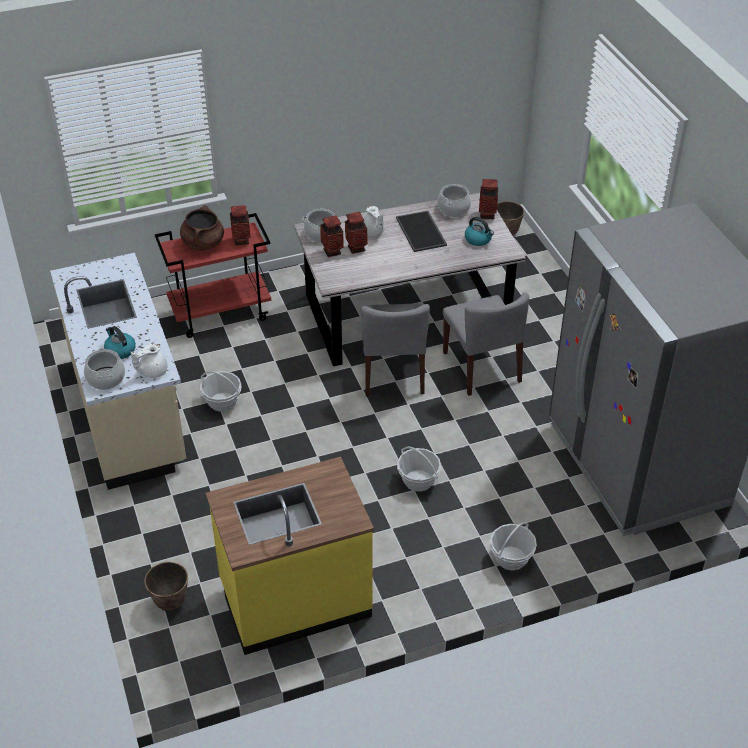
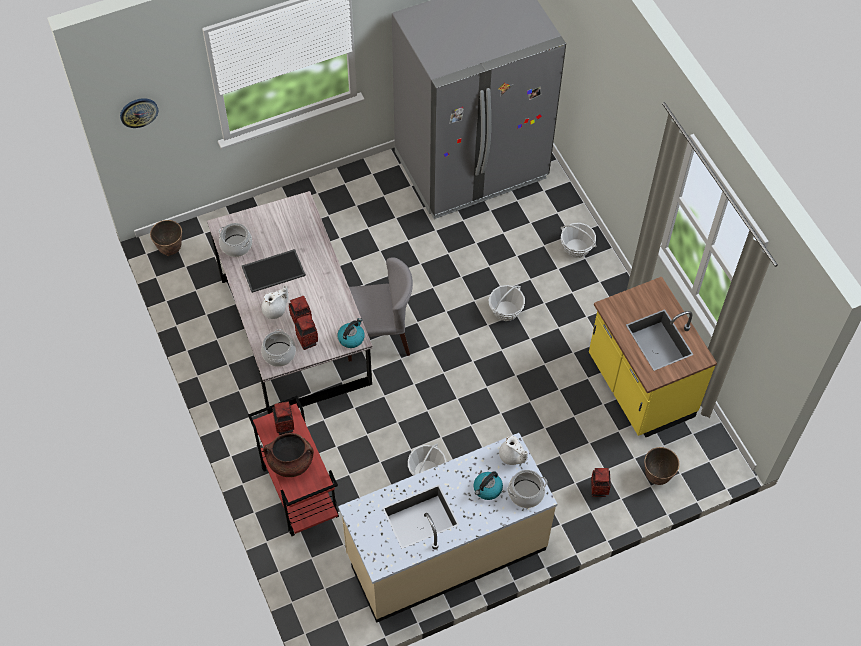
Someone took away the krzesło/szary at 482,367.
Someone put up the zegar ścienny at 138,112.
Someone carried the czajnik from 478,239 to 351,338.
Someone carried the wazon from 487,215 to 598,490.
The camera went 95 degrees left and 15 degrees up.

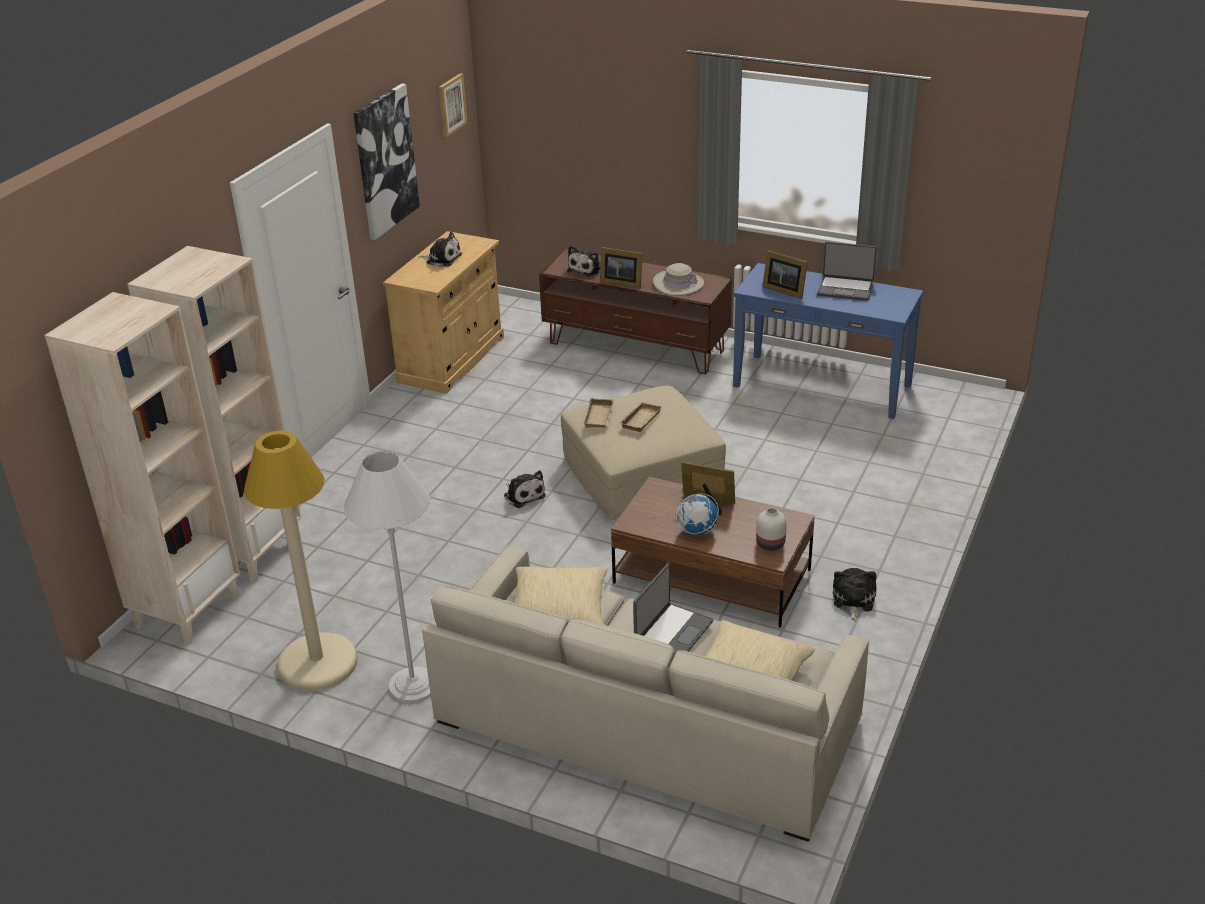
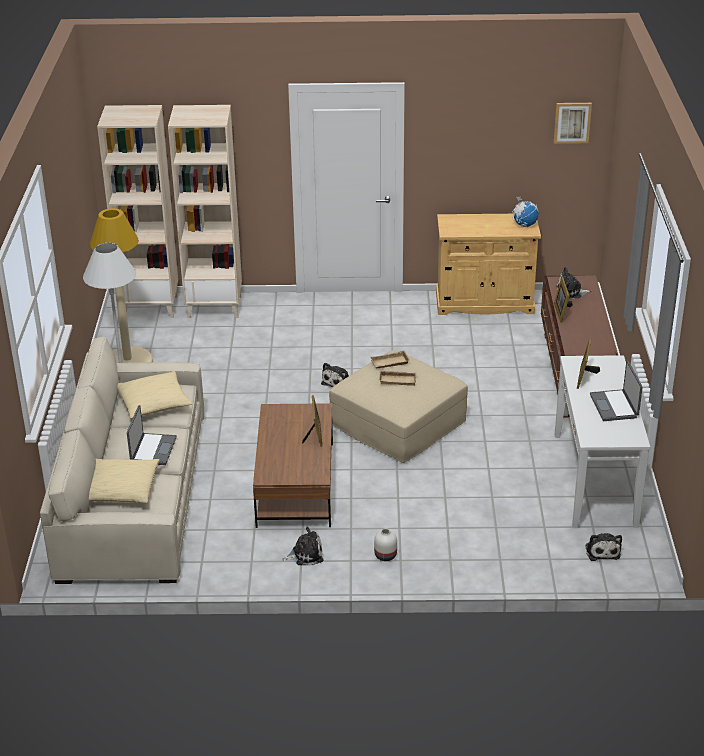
Someone took away the obraz at 385,161.
Someone took away the kapelusz/beżowy at 678,284.
Someone carried the pluszak from 442,259 to 602,550.
Someone carried the globus from 697,531 to 524,225.
Someone carried the wazon/biały from 770,544 to 385,556.
Someone repainted the stolik konsolowy/niebieski at 822,385, which became the stolik konsolowy/biały at 595,479.
Someone rotated the laptop at 672,632 by 90 degrees counterclockwise.
The camera went 65 degrees right and 0 degrees up.

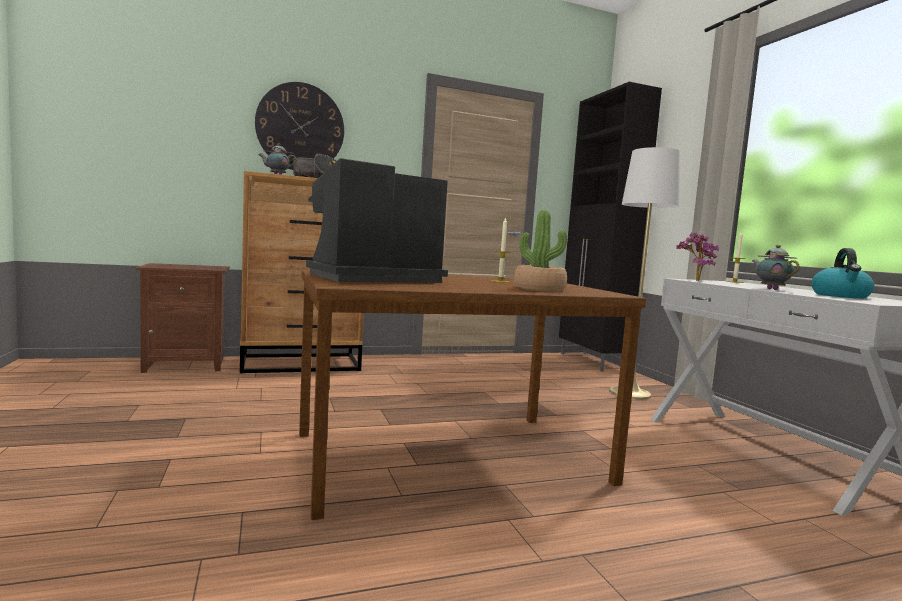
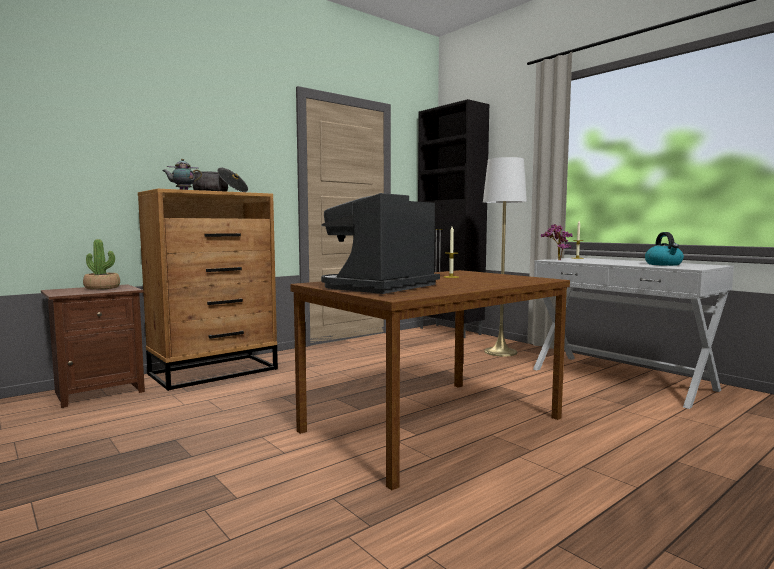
Someone took away the zegar ścienny at 300,127.
Someone took away the imbryk at 771,289.
Someone carried the roślina doniczkowa from 539,289 to 102,288.
The camera went 20 degrees left and 0 degrees up.

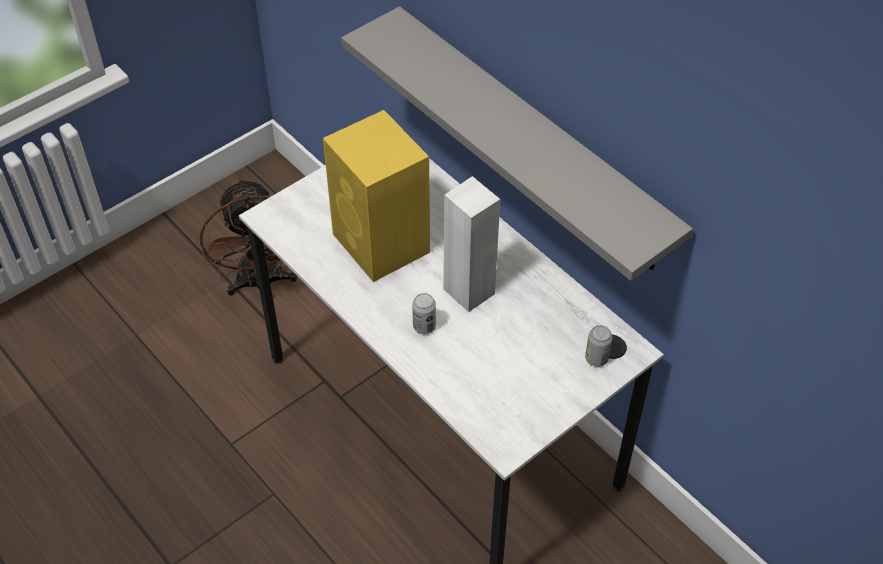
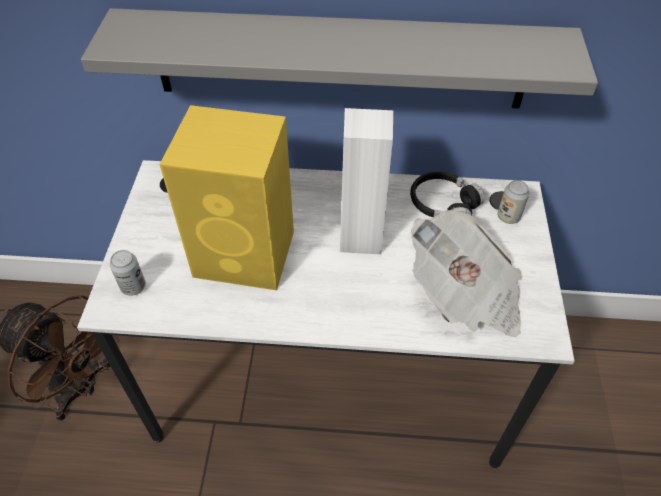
Someone put down the słuchawki/czarny at 443,204.
Someone put down the gazeta at 465,295.
Someone carried the puszka from 424,326 to 133,287.
The camera went 45 degrees left and 0 degrees up.

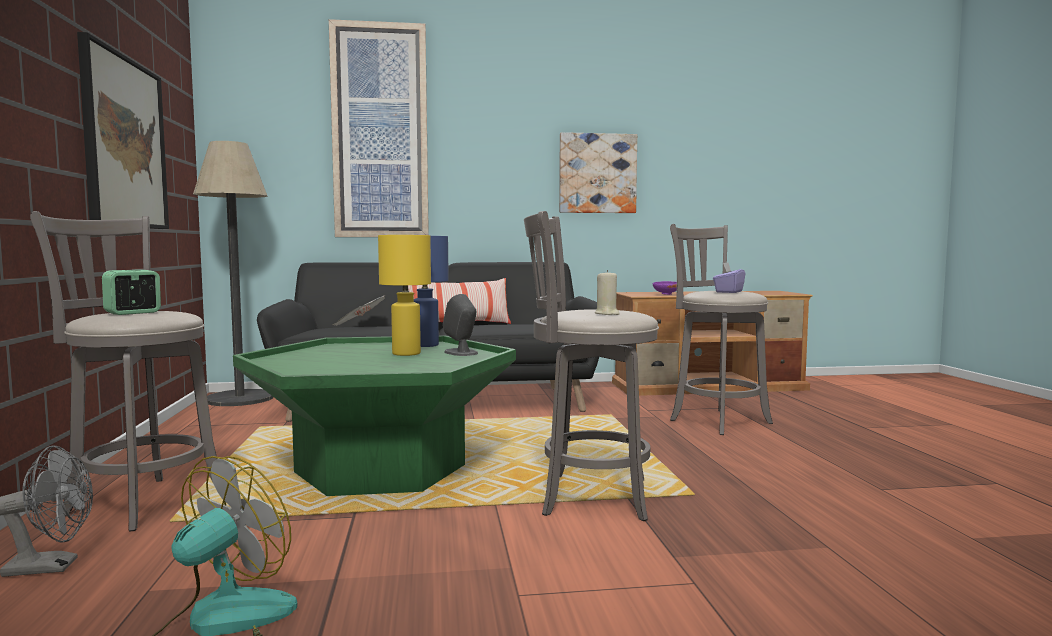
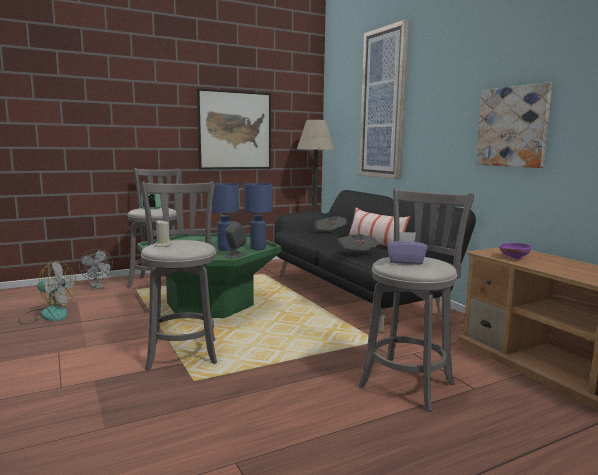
Someone put down the gazeta at 358,254.
Someone repainted the lampa stołowa/żółty at 406,353, which became the lampa stołowa/niebieski at 225,249.
The camera went 70 degrees right and 5 degrees up.

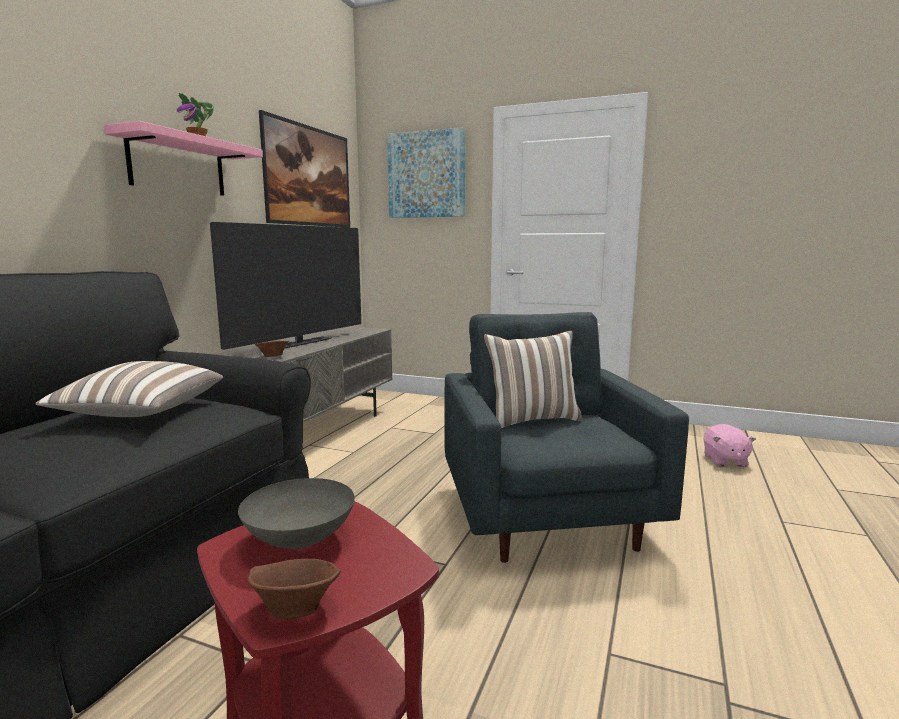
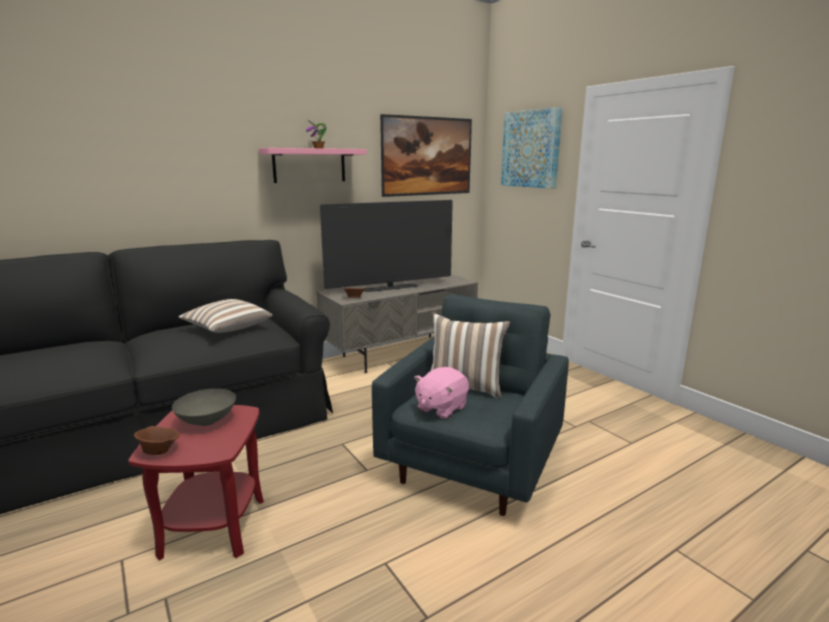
Someone carried the pluszak/różowy from 724,461 to 441,408.
The camera went 35 degrees right and 5 degrees up.

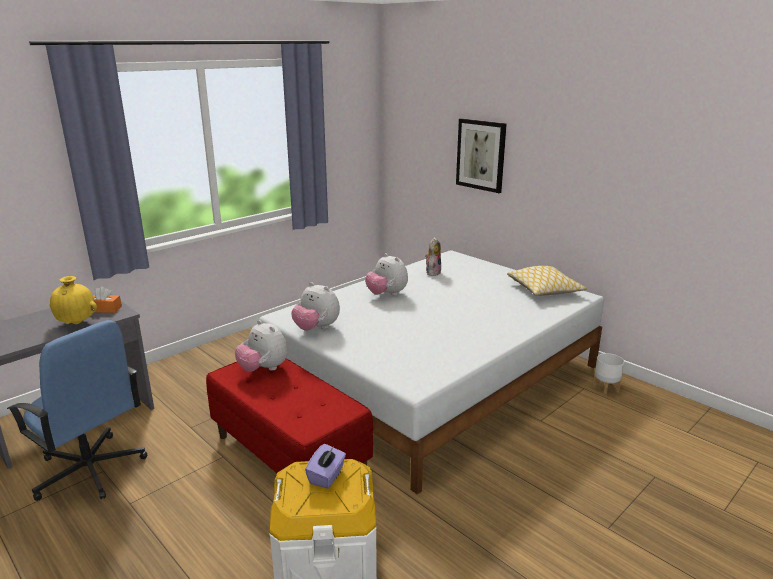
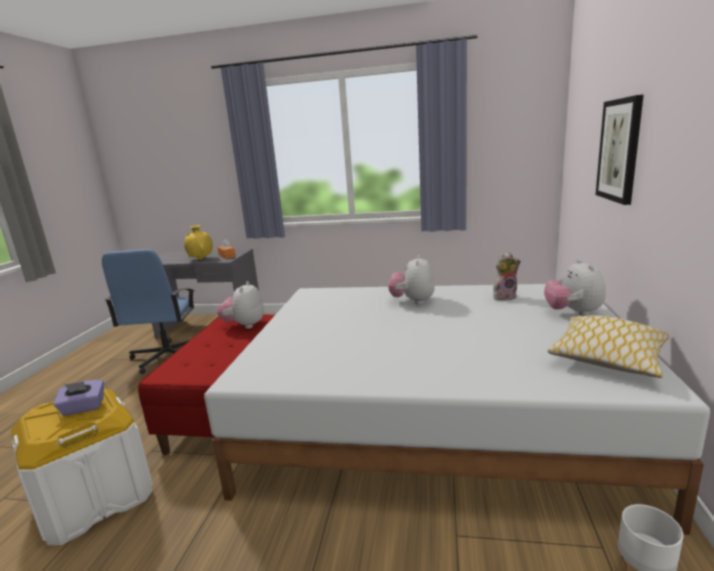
Someone carried the pluszak from 316,328 to 573,313.
The camera went 55 degrees right and 5 degrees down.

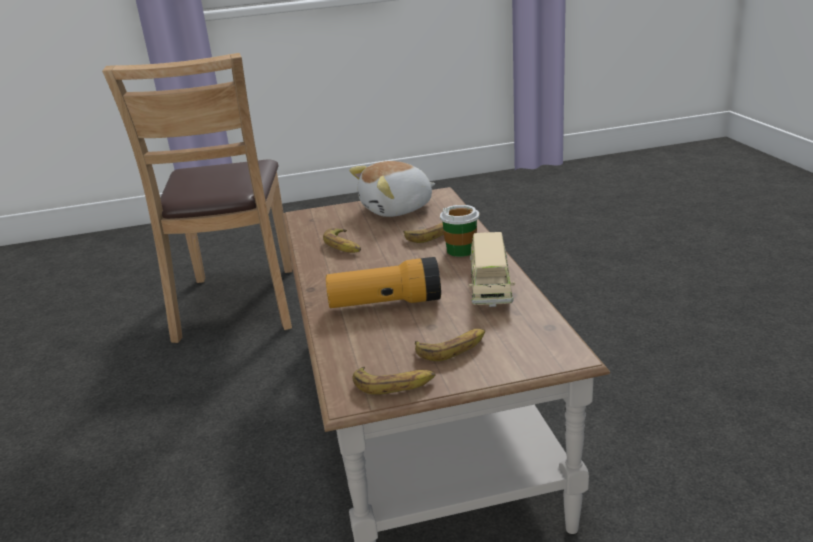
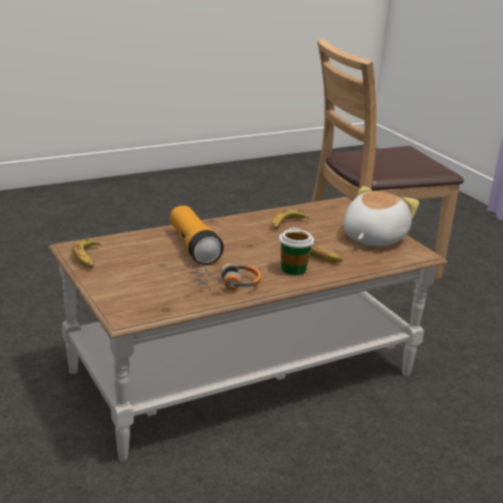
Someone took away the banan at 452,348.
Someone swapped the samochodzik/beżowy at 490,288 for the słuchawki at 225,284.
Someone rotated the pluszak at 397,209 by 75 degrees clockwise.
The camera went 70 degrees right and 0 degrees up.

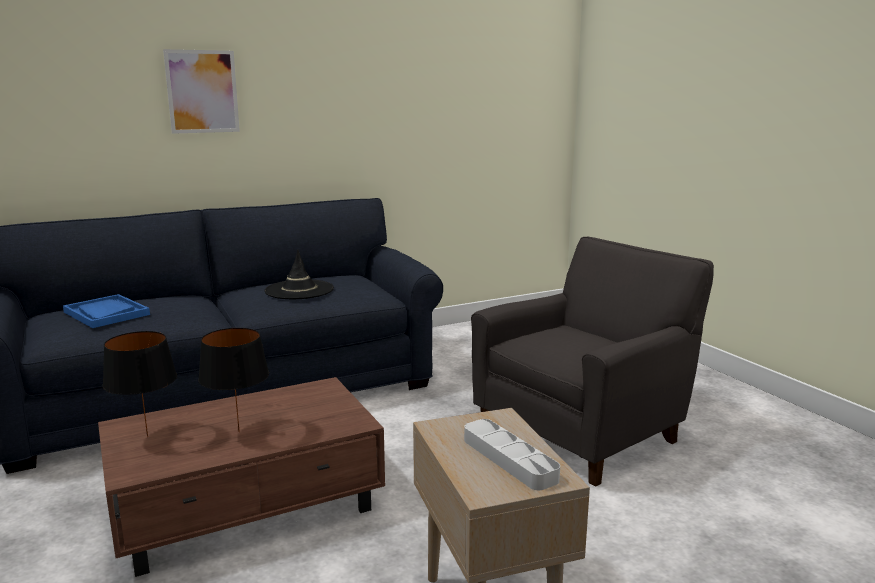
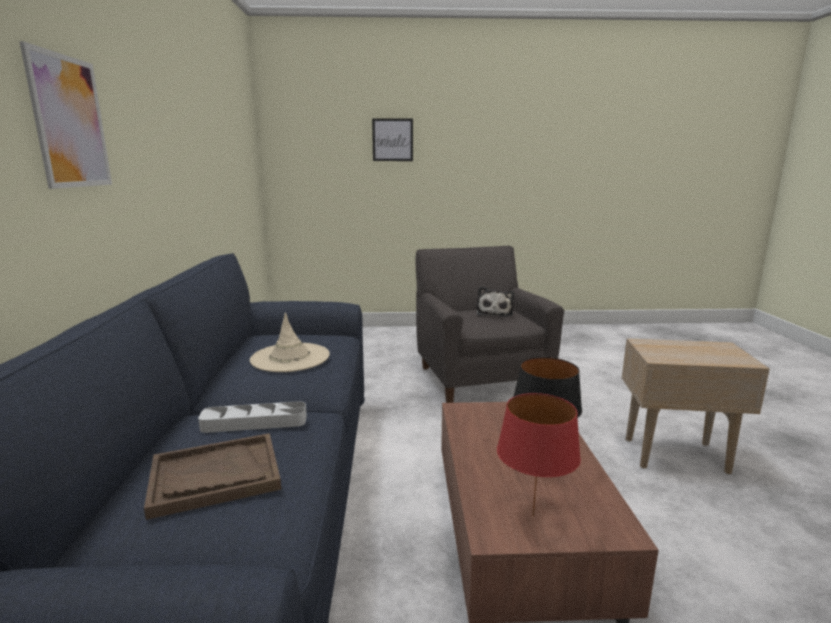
Someone put up the obraz at 392,140.
Someone put down the pluszak at 494,313.
Someone carried the taca/szary from 509,459 to 254,422.
Someone repainted the taca/niebieski at 106,313, which became the taca/brązowy at 215,476.
Someone repainted the lampa stołowa/czarny at 147,436, which became the lampa stołowa/czerwony at 532,516.
Someone repainted the kapelusz/czarny at 299,290, which became the kapelusz/beżowy at 290,358.
The camera went 65 degrees left and 0 degrees up.

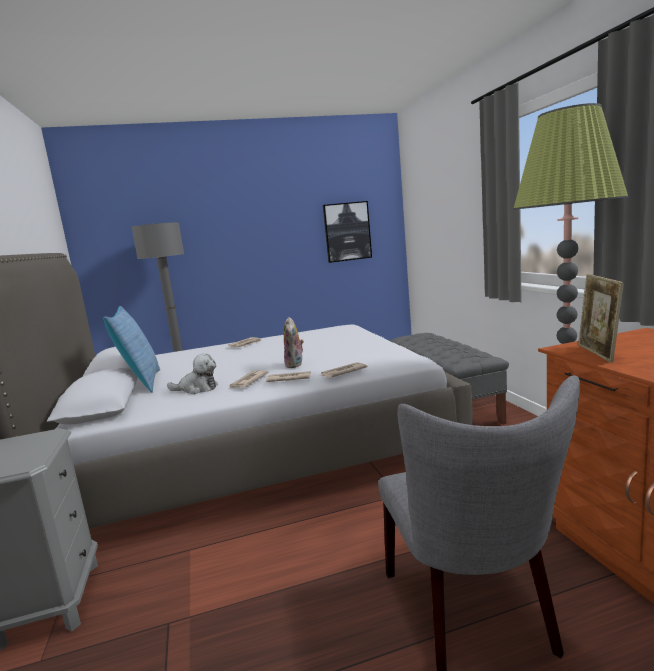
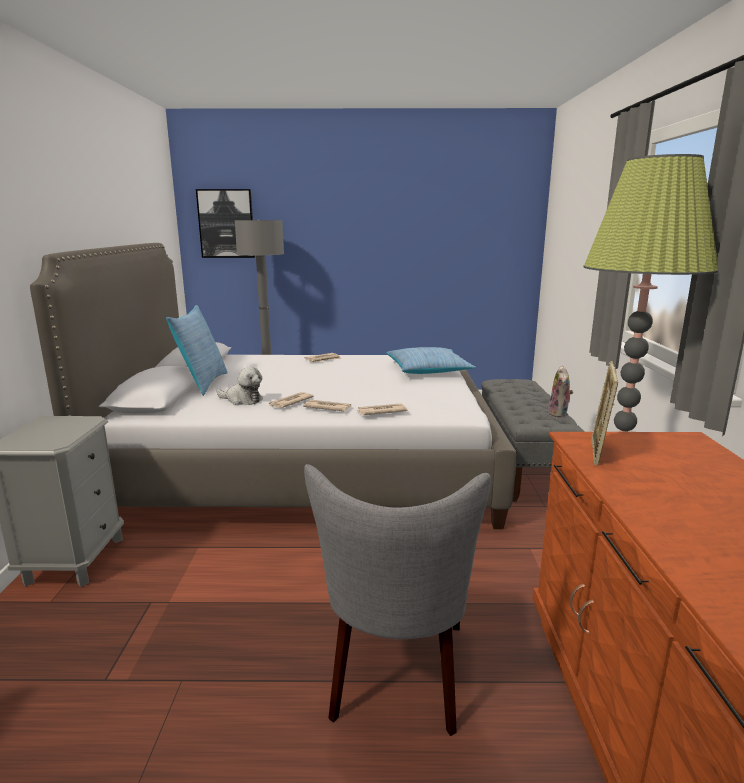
Someone put down the poduszka at 428,370.
Someone carried the pluszak from 295,364 to 559,414.
Someone carried the obraz from 347,231 to 226,224.
The camera went 15 degrees right and 5 degrees up.

